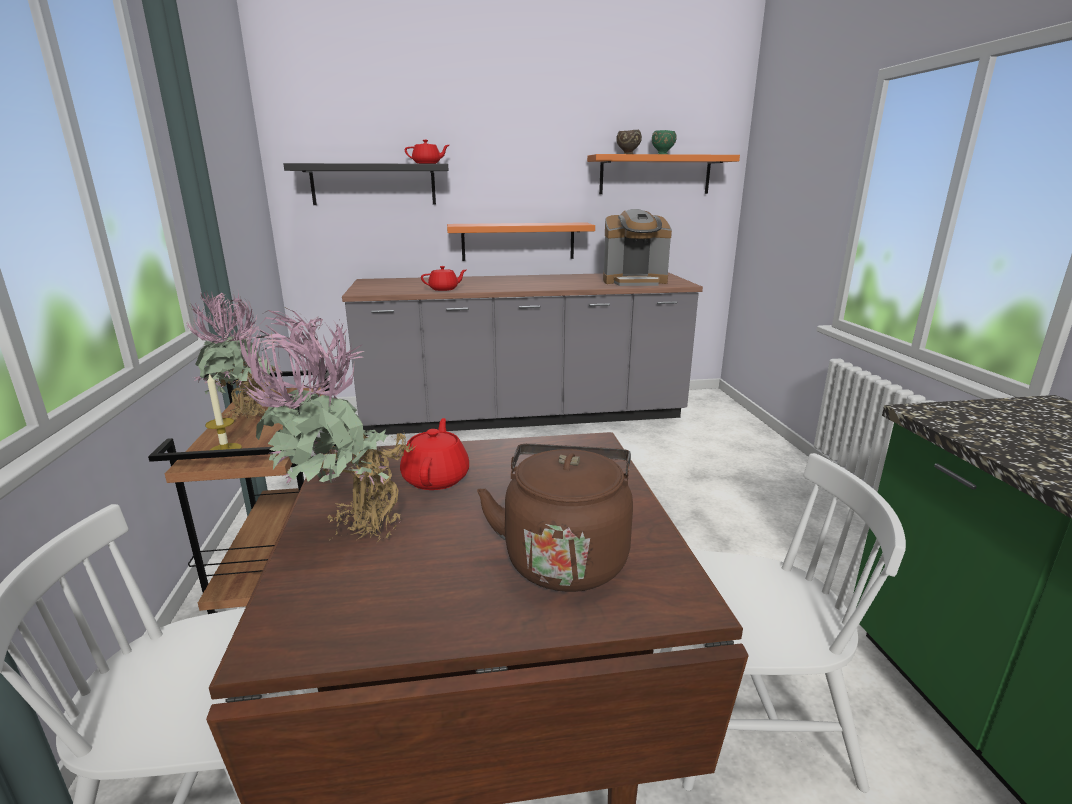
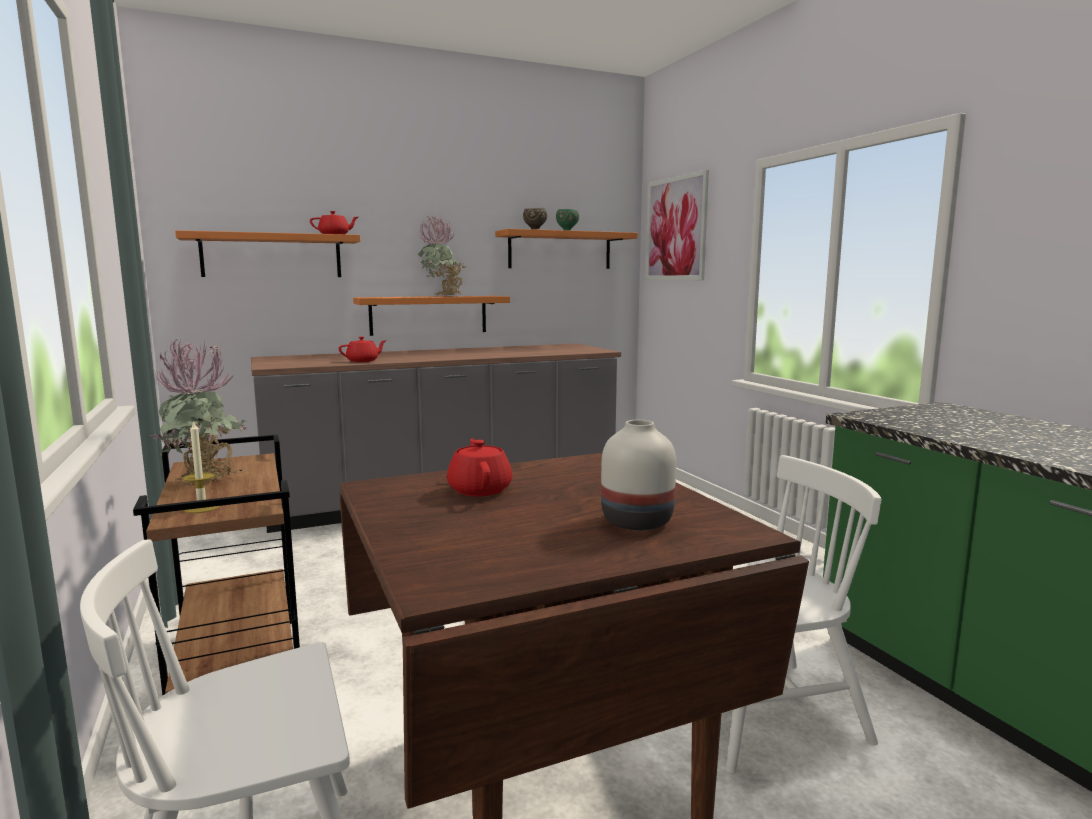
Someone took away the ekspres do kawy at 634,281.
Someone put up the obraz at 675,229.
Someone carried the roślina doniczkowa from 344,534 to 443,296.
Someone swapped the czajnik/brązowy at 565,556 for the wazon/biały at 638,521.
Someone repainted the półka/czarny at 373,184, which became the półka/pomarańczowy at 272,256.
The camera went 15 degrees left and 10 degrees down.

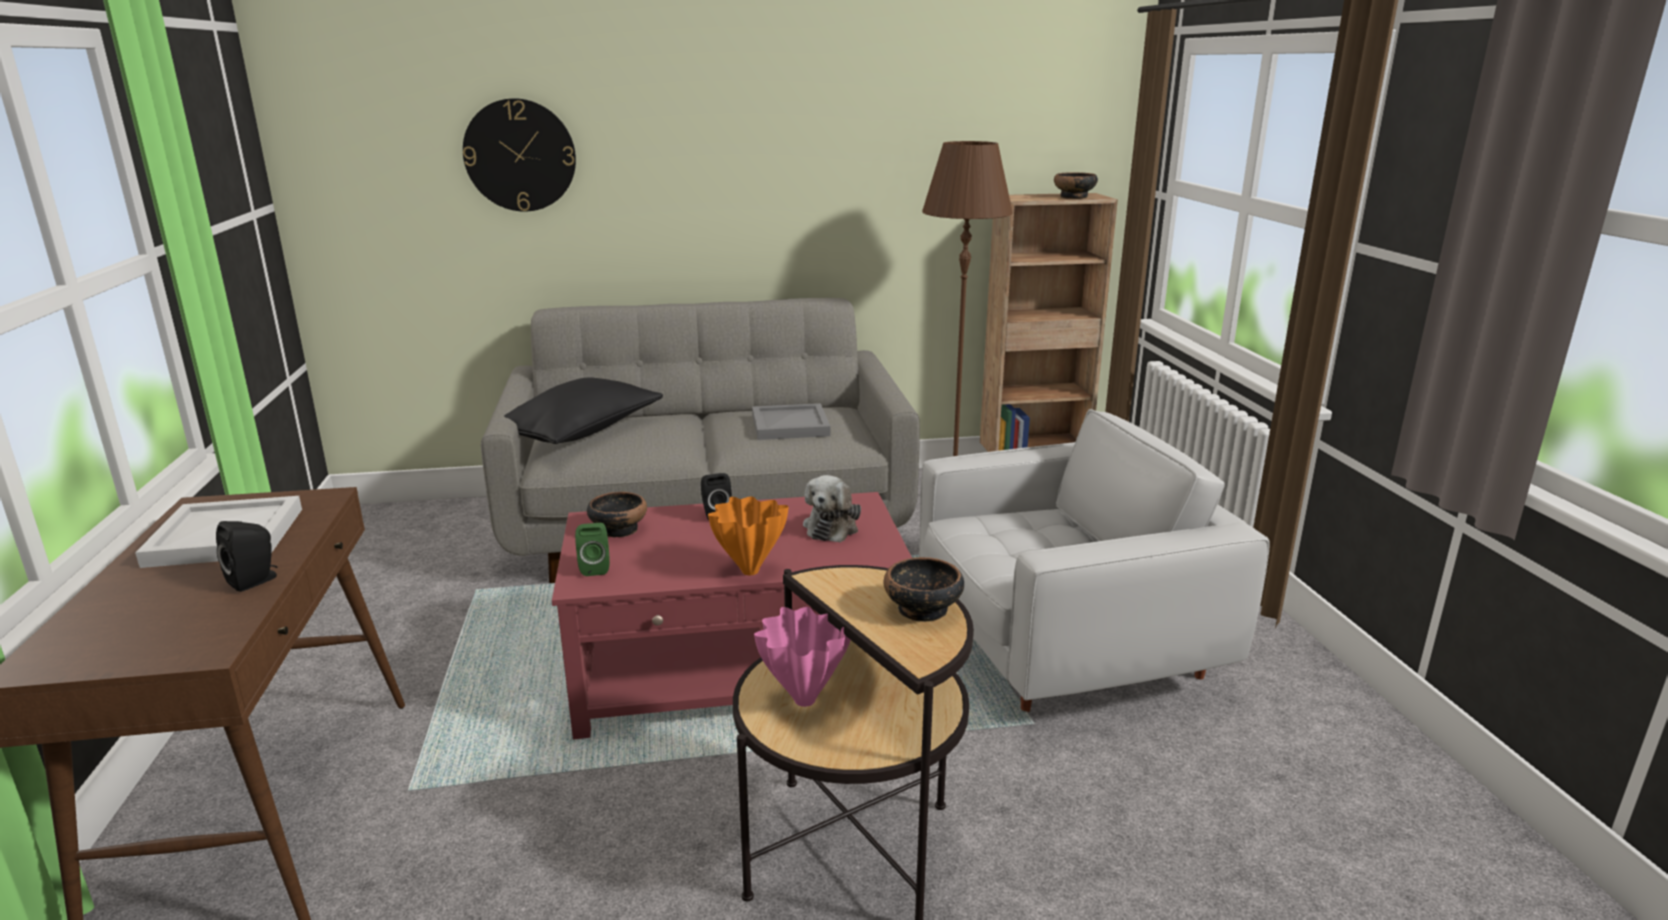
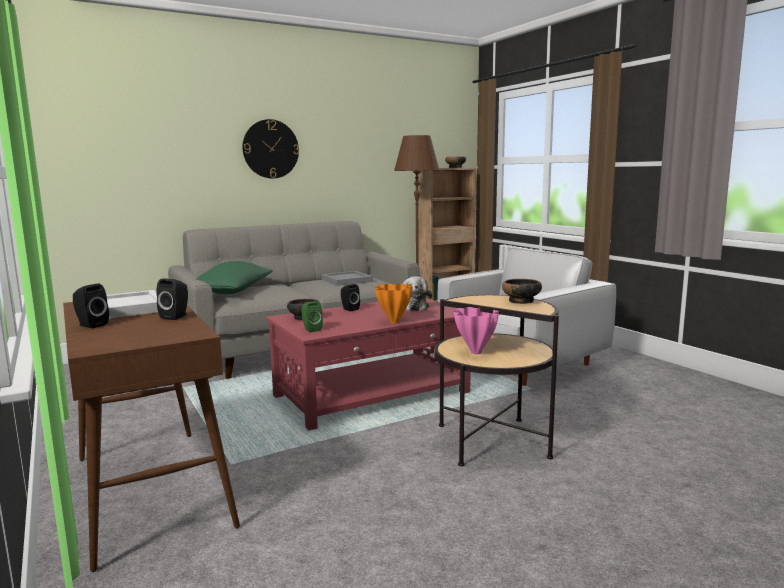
Someone put down the głośnik/czarny at 90,325.
Someone carried the zegar ścienny from 520,155 to 270,149.
Someone repainted the poduszka/czarny at 582,433, which became the poduszka/zielony at 234,291.
The camera went 20 degrees left and 10 degrees down.

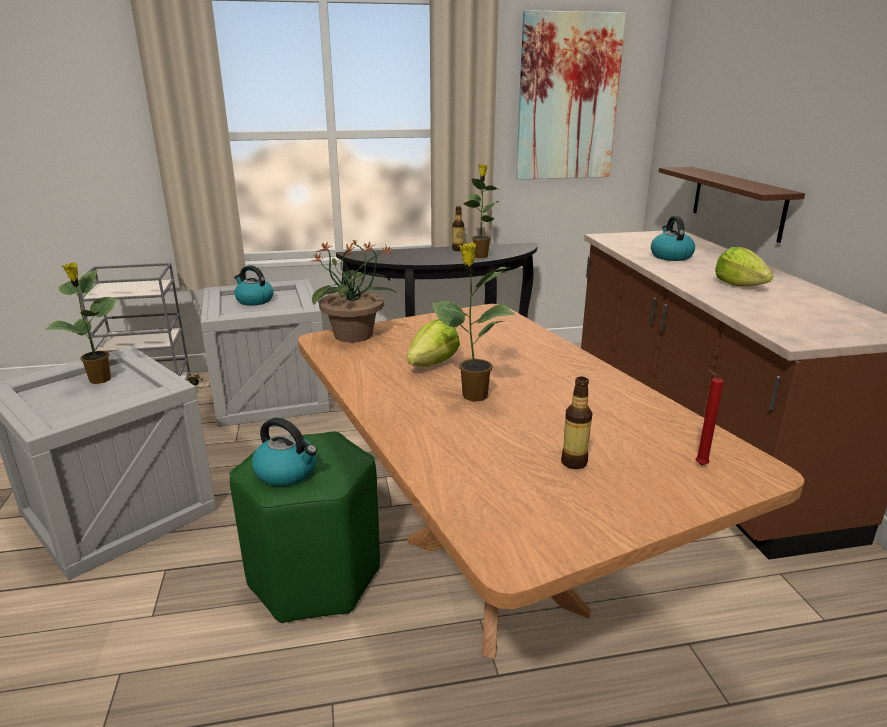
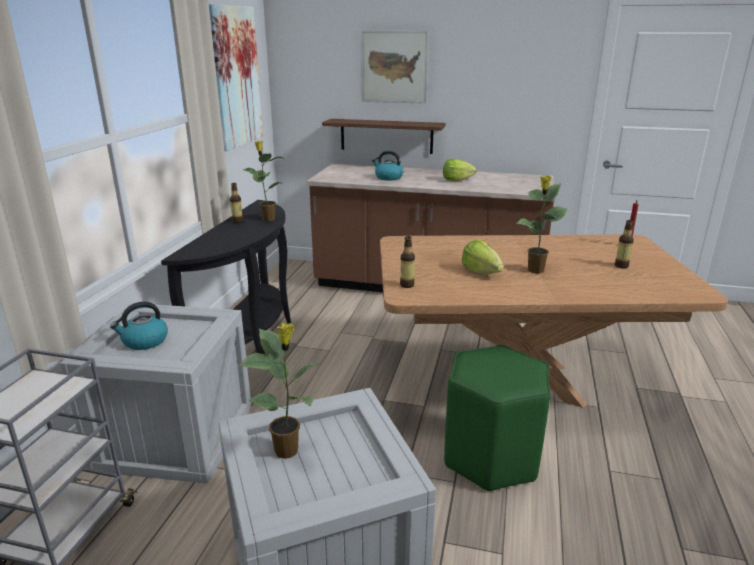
Someone took away the czajnik at 287,472.
Someone put up the obraz at 394,67.
Someone swapped the roślina doniczkowa at 354,335 for the butelka at 407,285.
The camera went 65 degrees left and 0 degrees up.

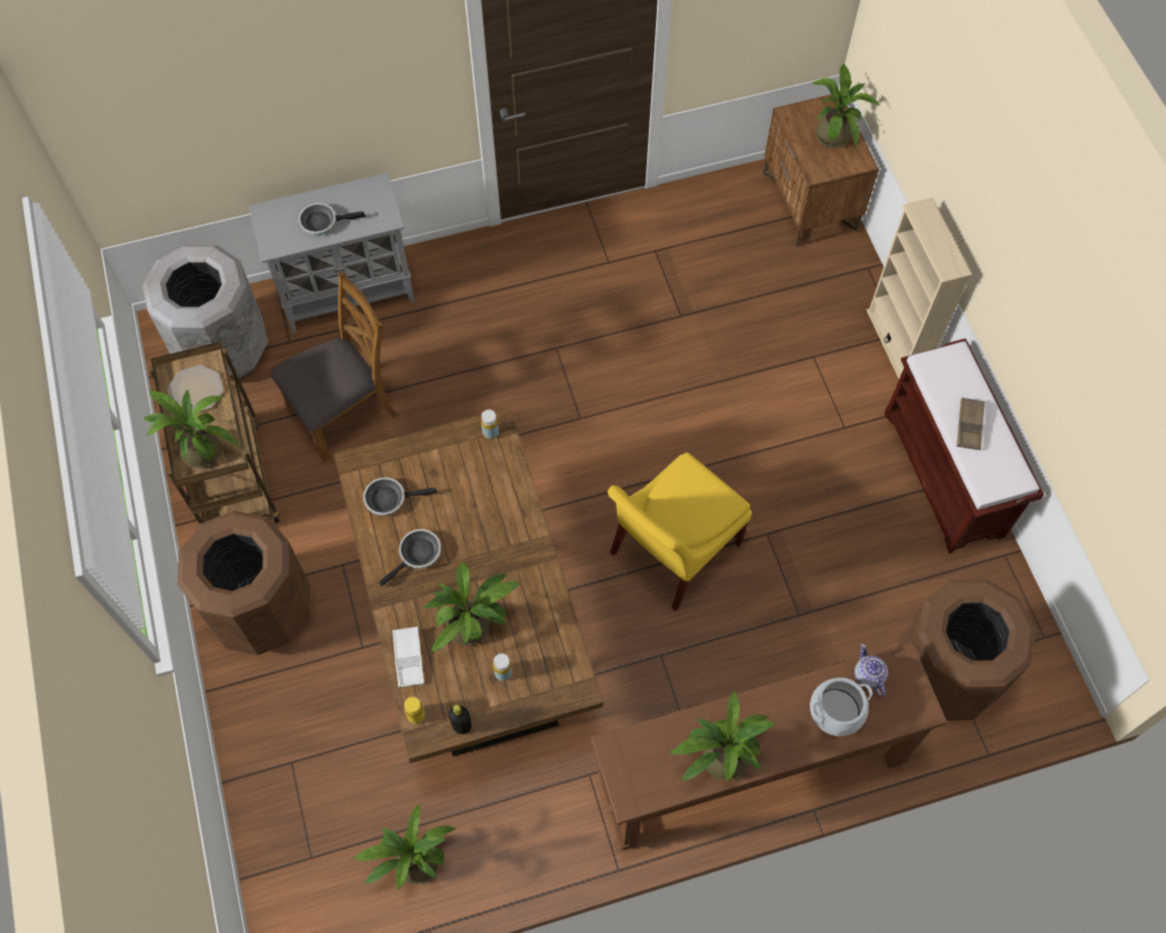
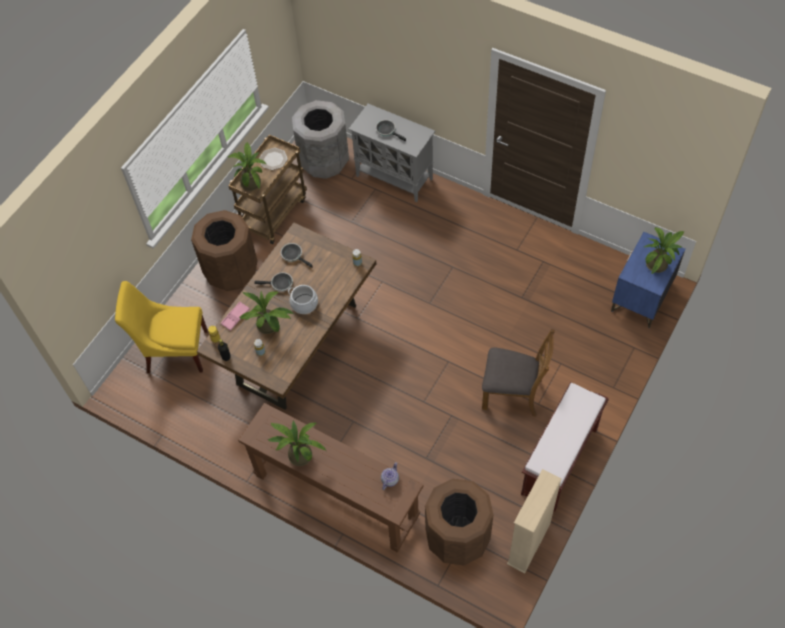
Someone took away the roślina doniczkowa at 412,862.
Someone took away the taca/brązowy at 969,426.
Someone carried the krzesło/brązowy from 344,411 to 513,393.
Someone carried the krzesło/żółty from 671,551 to 174,350.
Someone carried the garnek from 836,711 to 304,304.
Someone carried the regał/beżowy from 896,342 to 529,543.
Someone repainted the taca/biały at 408,658, which became the taca/różowy at 235,317.
Someone repainted the szafka nocna/brązowy at 810,203, which became the szafka nocna/niebieski at 641,297.
The camera went 50 degrees right and 5 degrees down.

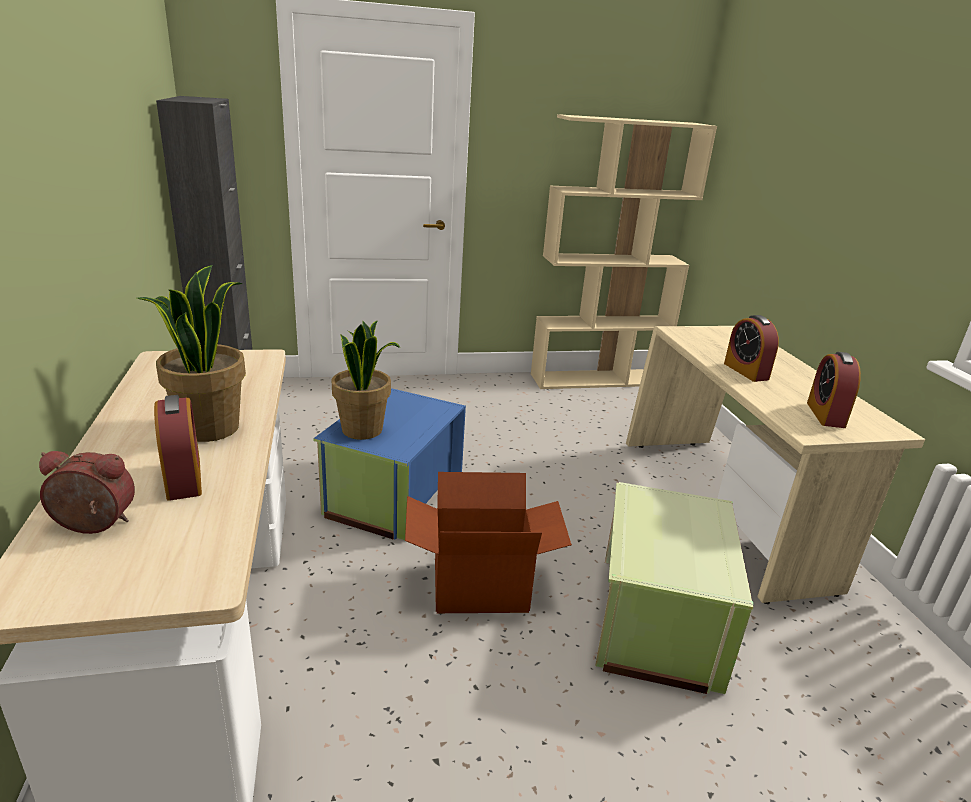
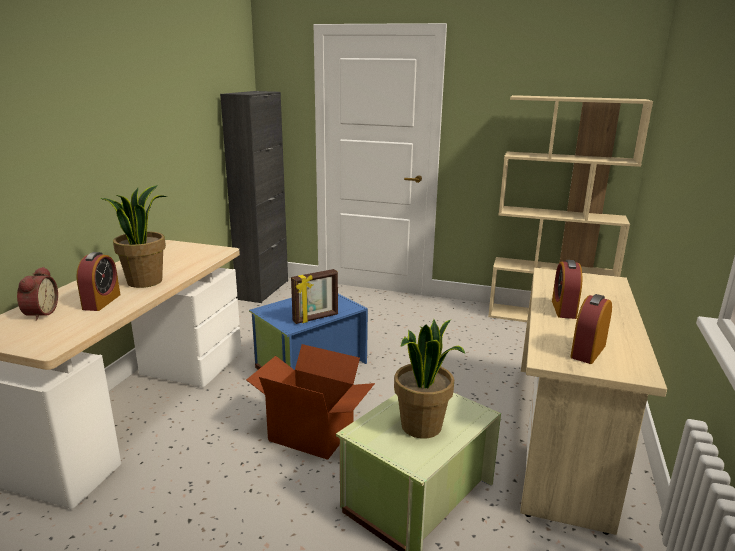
Someone put down the ramka na zdjęcie at 316,318.
Someone carried the roślina doniczkowa from 363,430 to 422,426.
Someone rotated the budzik at 93,526 by 60 degrees clockwise.
The camera went 30 degrees right and 5 degrees down.

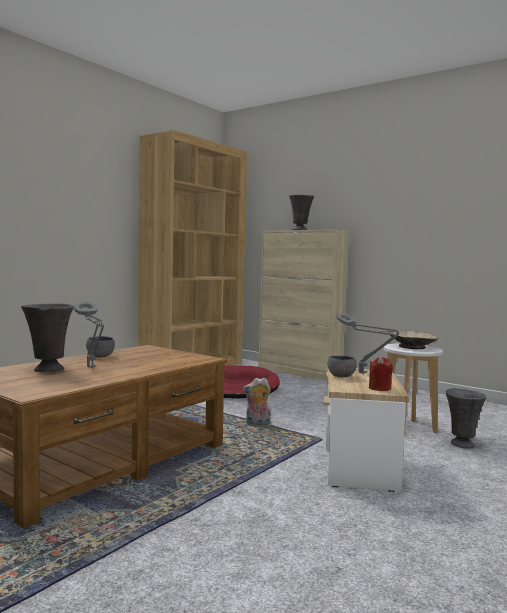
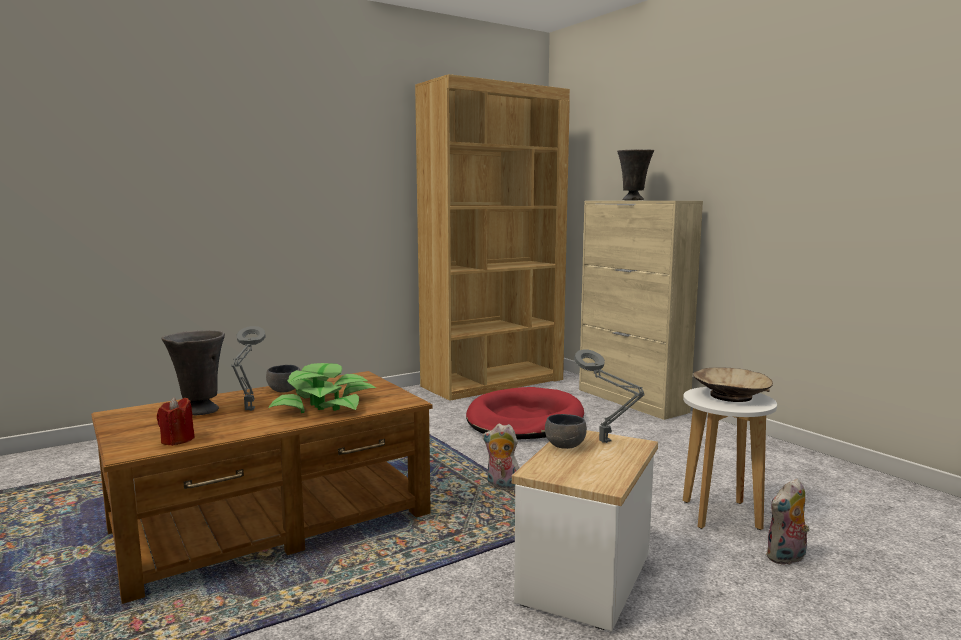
Someone put down the roślina doniczkowa at 324,405.
Someone carried the świeca/czerwony from 379,388 to 177,440.
Someone swapped the wazon/szary at 462,444 for the pluszak at 786,558.
The camera went 20 degrees right and 5 degrees up.

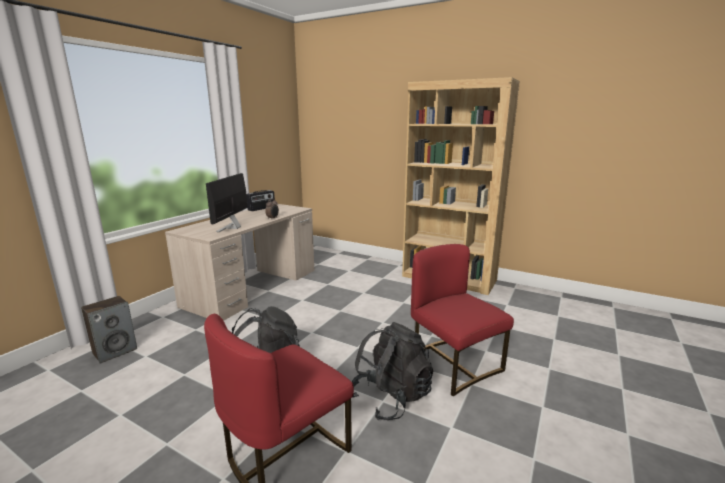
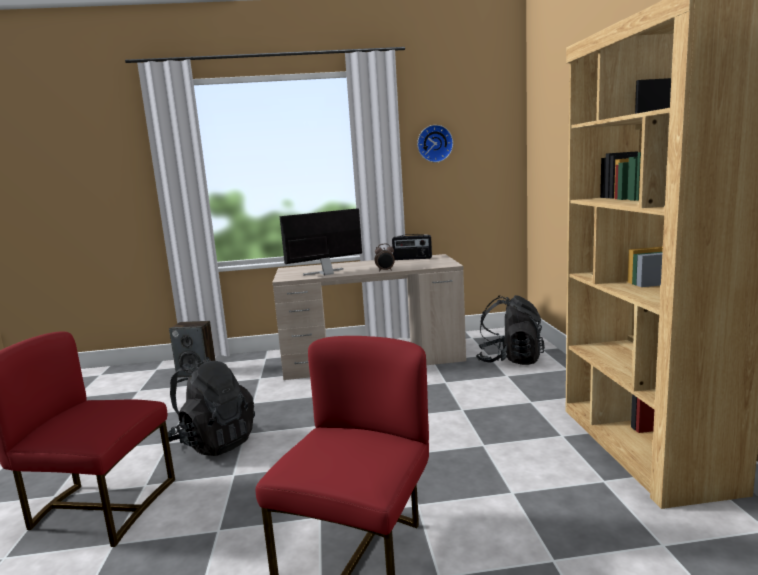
Someone put up the zegar ścienny at 434,143.
Someone carried the plecak/czarny from 391,397 to 510,360.
The camera went 55 degrees right and 5 degrees down.

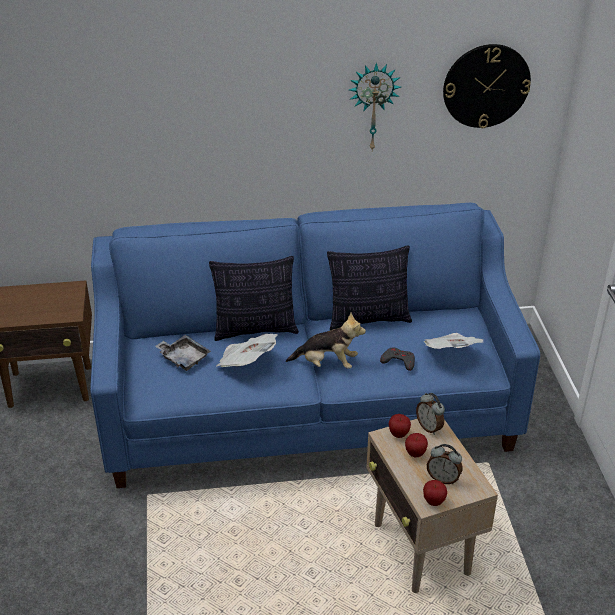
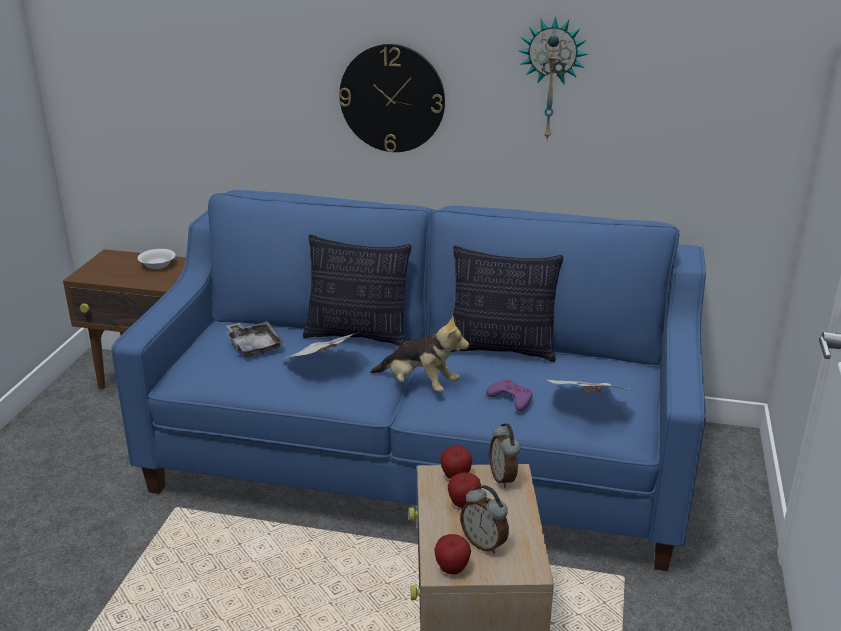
Someone put down the miska/biały at 157,265.
Someone carried the zegar ścienny from 486,86 to 392,98.
Someone repainted the pad do gier/szary at 398,361, which became the pad do gier/fioletowy at 511,398.
The camera went 20 degrees right and 10 degrees down.

